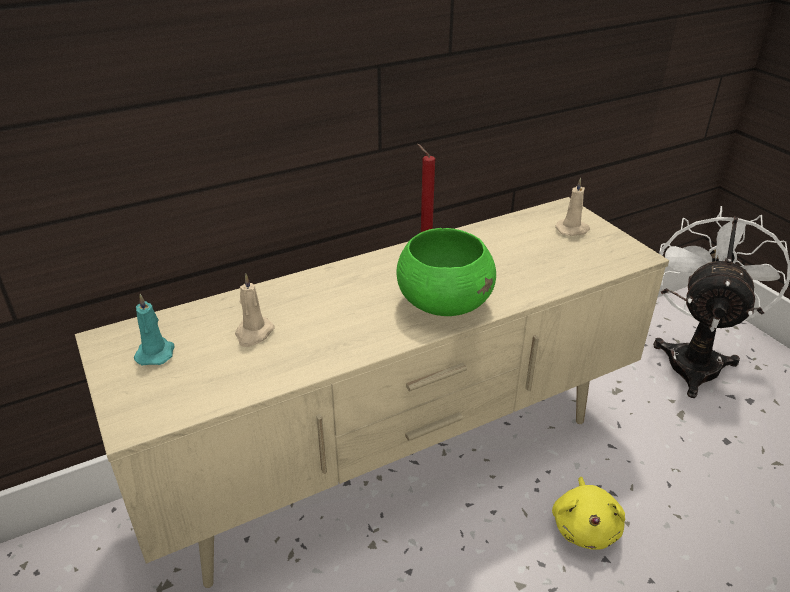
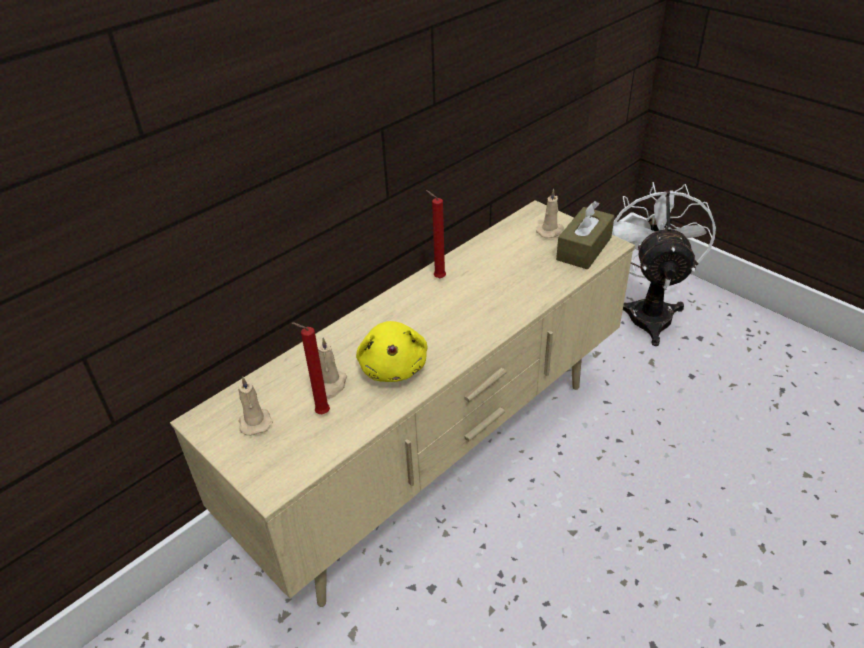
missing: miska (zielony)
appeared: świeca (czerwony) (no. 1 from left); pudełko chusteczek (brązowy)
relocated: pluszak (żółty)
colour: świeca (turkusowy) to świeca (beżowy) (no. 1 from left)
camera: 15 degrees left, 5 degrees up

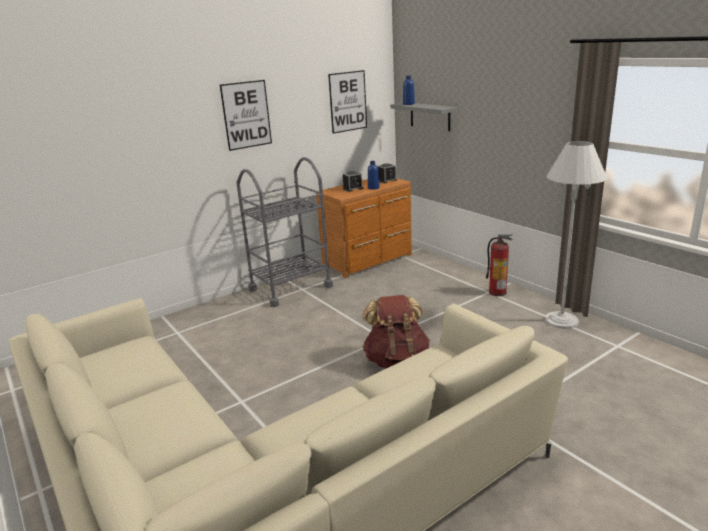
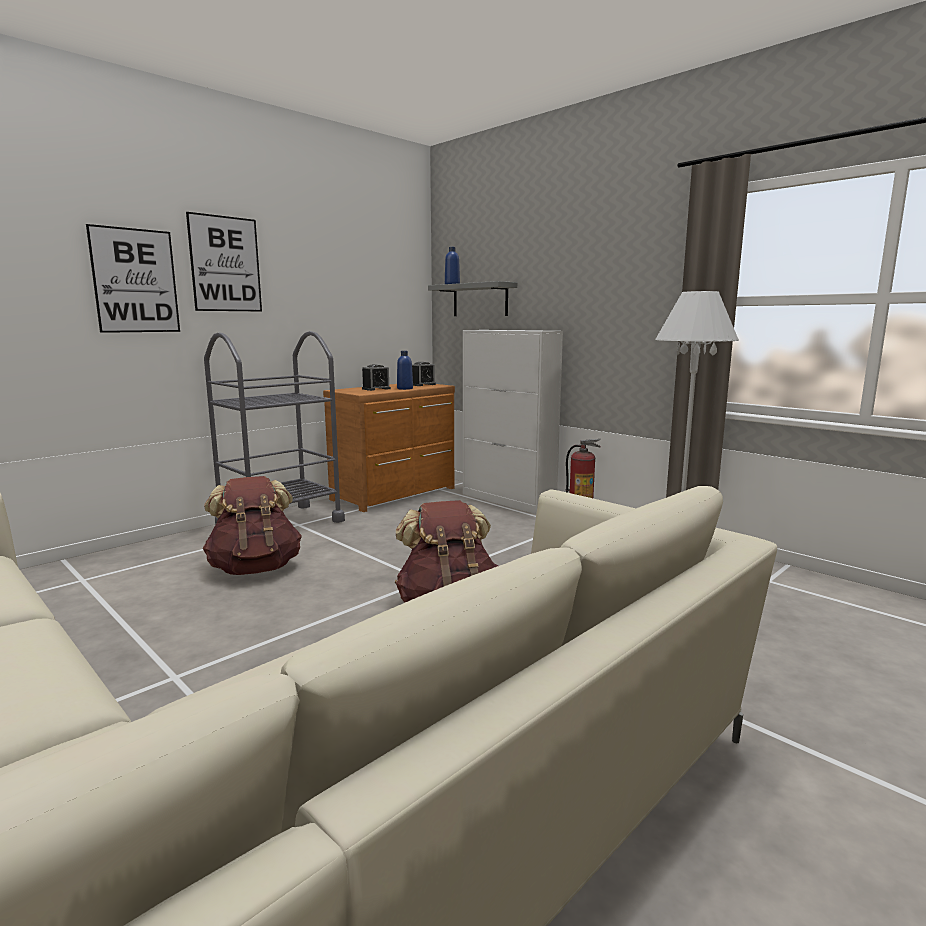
appeared: plecak (brązowy) (no. 1 from left); szafka (biały)
relocated: obraz (no. 2 from left in the first image) to obraz (no. 1 from left)
camera: 10 degrees left, 10 degrees down

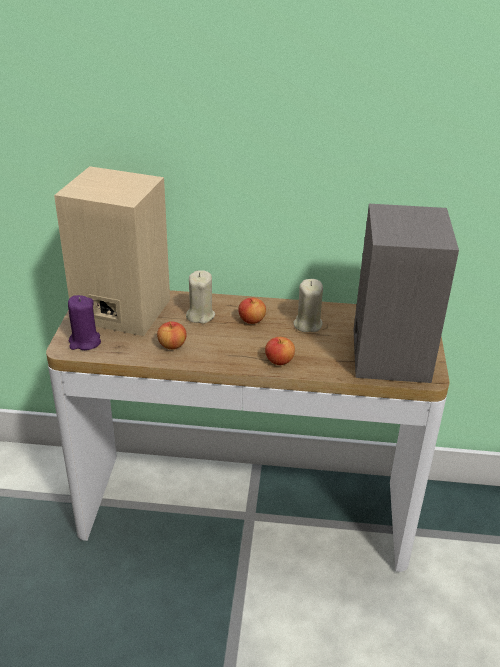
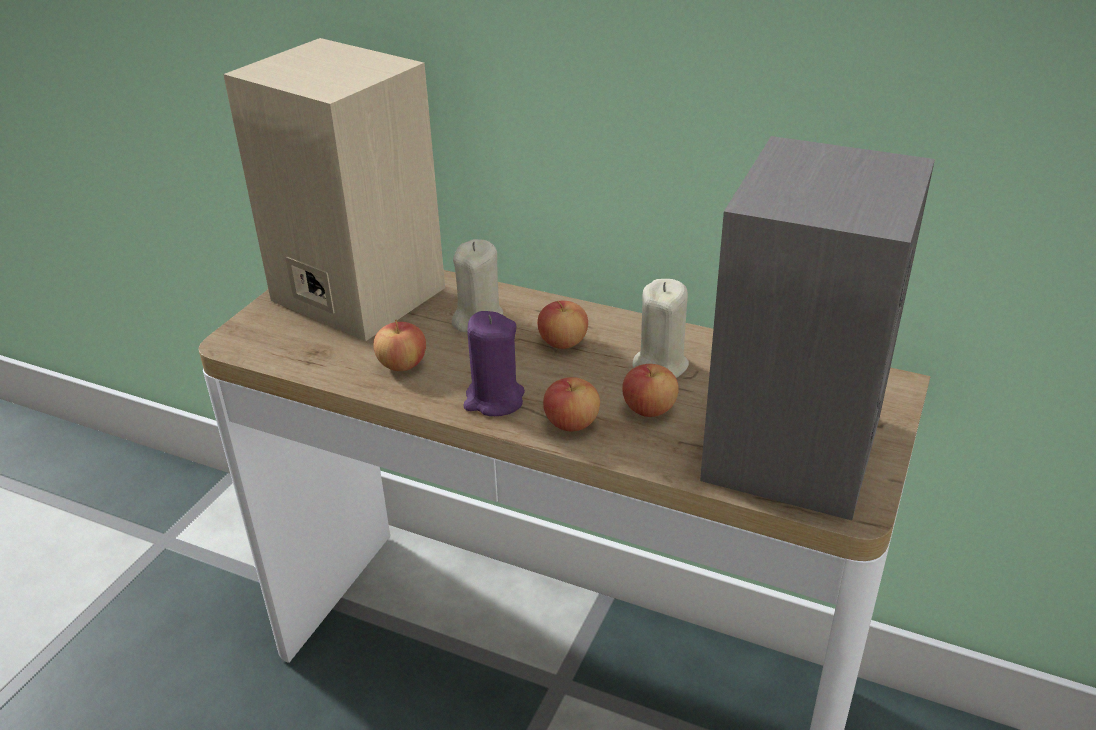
appeared: jabłko (no. 4 from left)
relocated: świeca (fioletowy)
camera: 20 degrees right, 0 degrees up

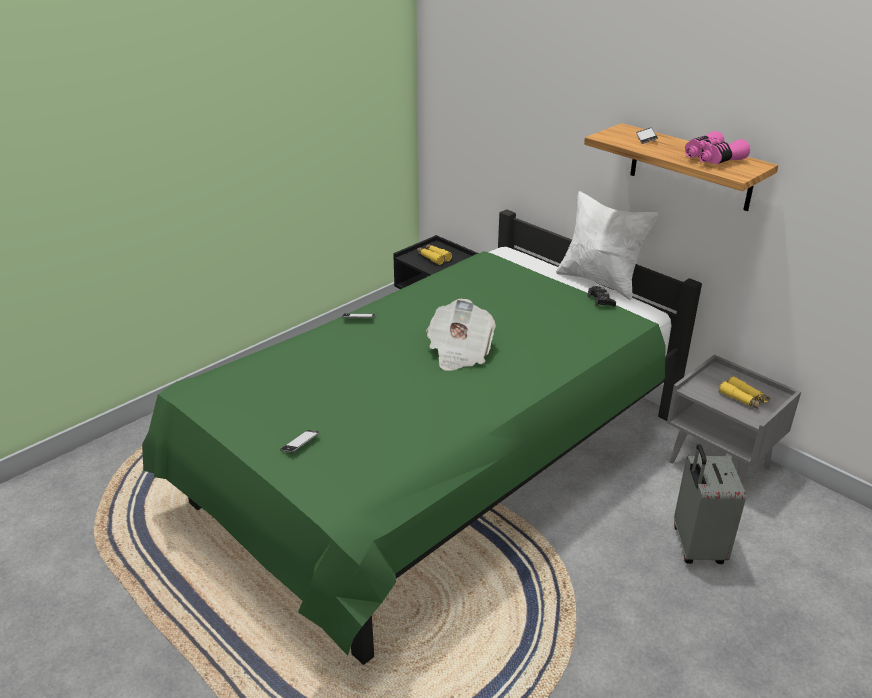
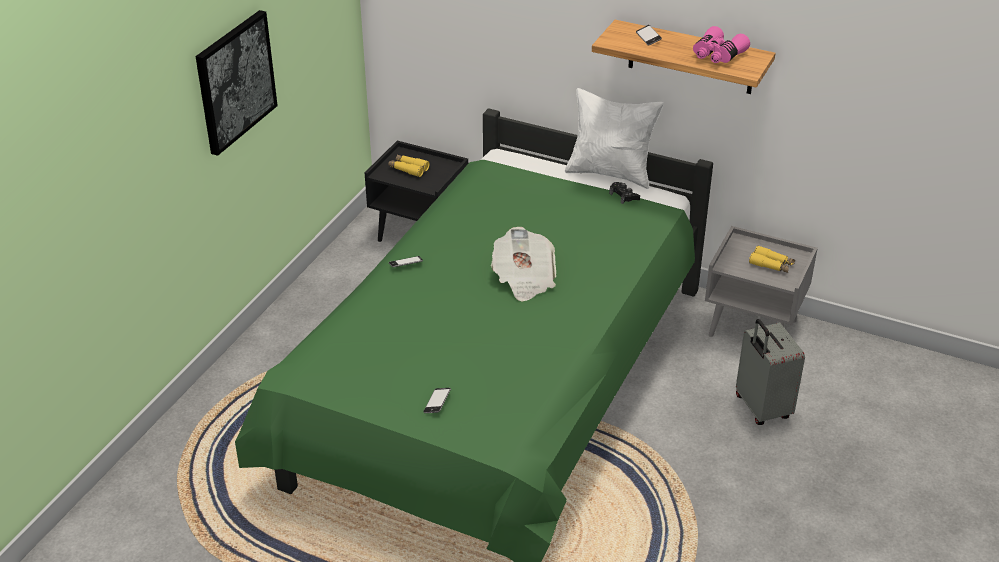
appeared: obraz
camera: 20 degrees left, 5 degrees up

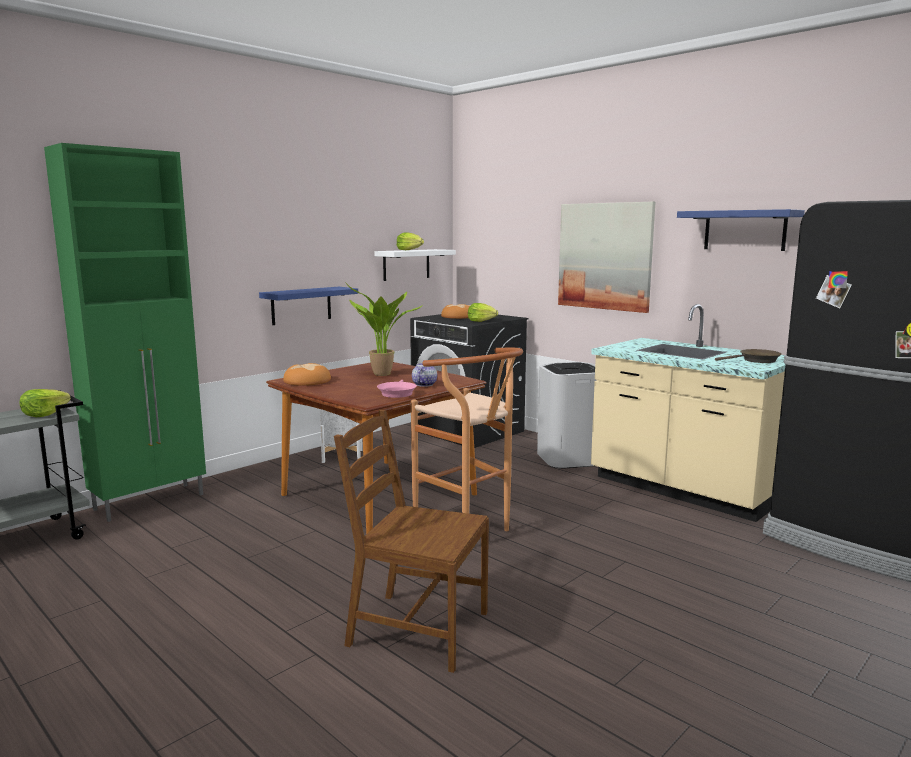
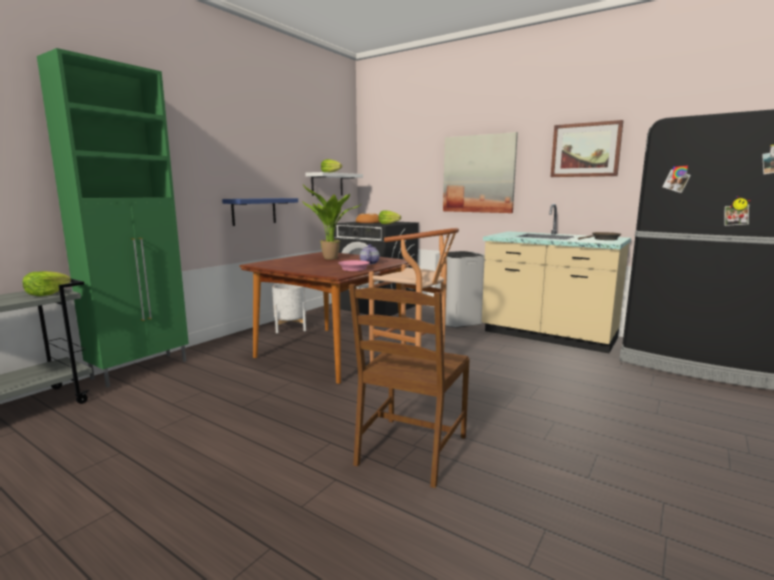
missing: chleb (no. 1 from left)
exchanged: półka (niebieski) (no. 2 from left) to obraz (no. 2 from left)
spun: krzesło (brązowy) 75 degrees counterclockwise
camera: 10 degrees left, 0 degrees up

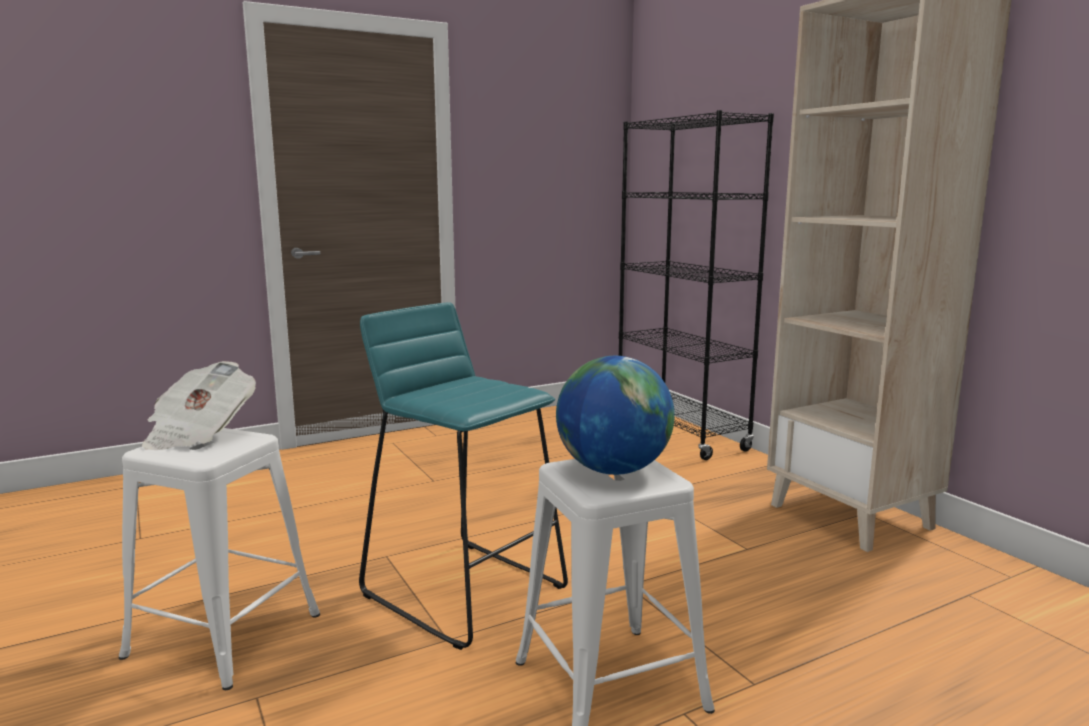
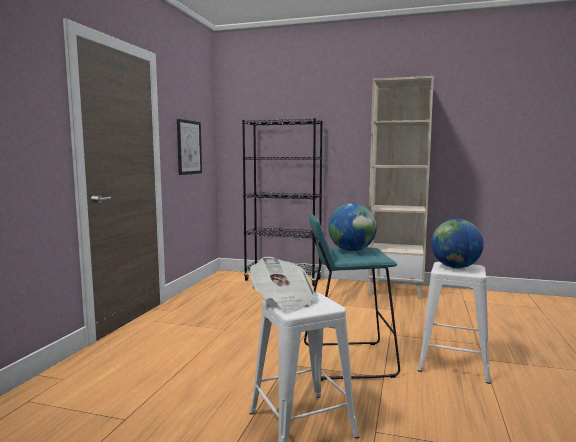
appeared: obraz; globus (no. 1 from left)
camera: 45 degrees left, 5 degrees down

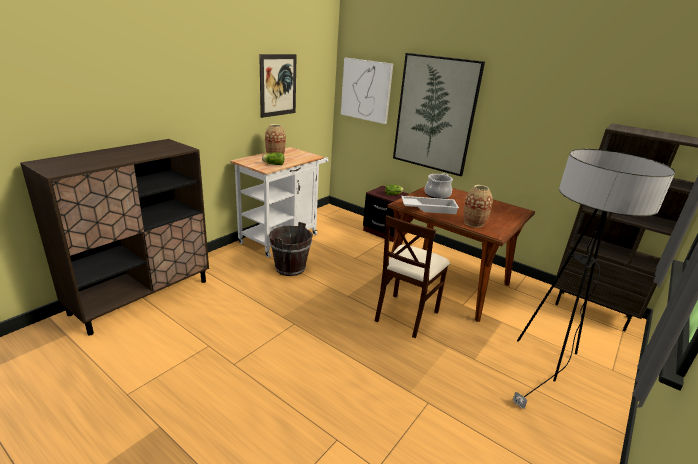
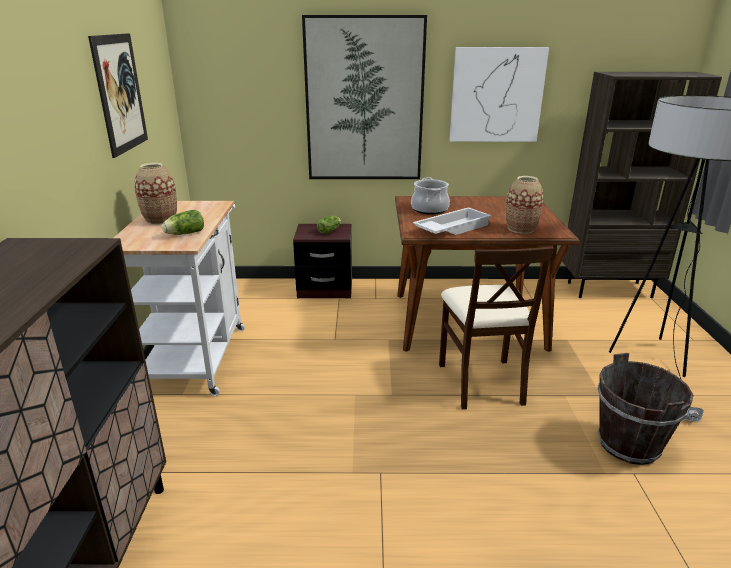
relocated: wiadro (brązowy); obraz (no. 2 from left in the first image) to obraz (no. 3 from left)
camera: 35 degrees left, 0 degrees up

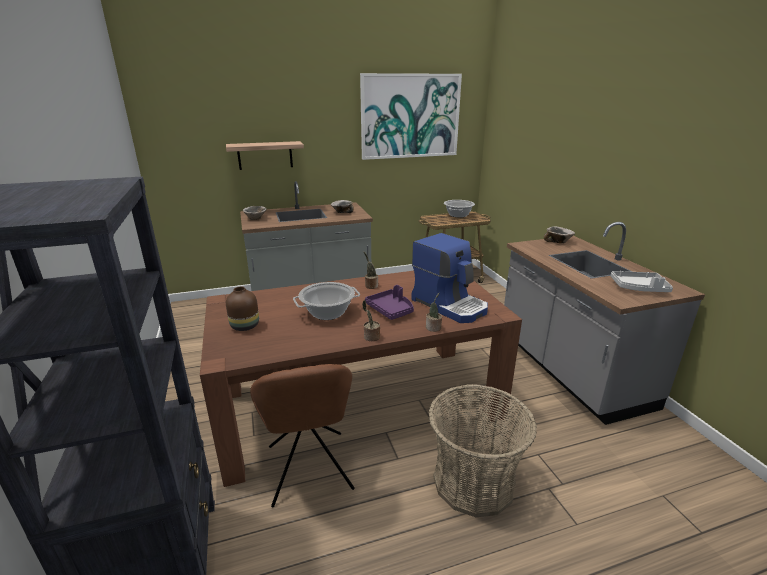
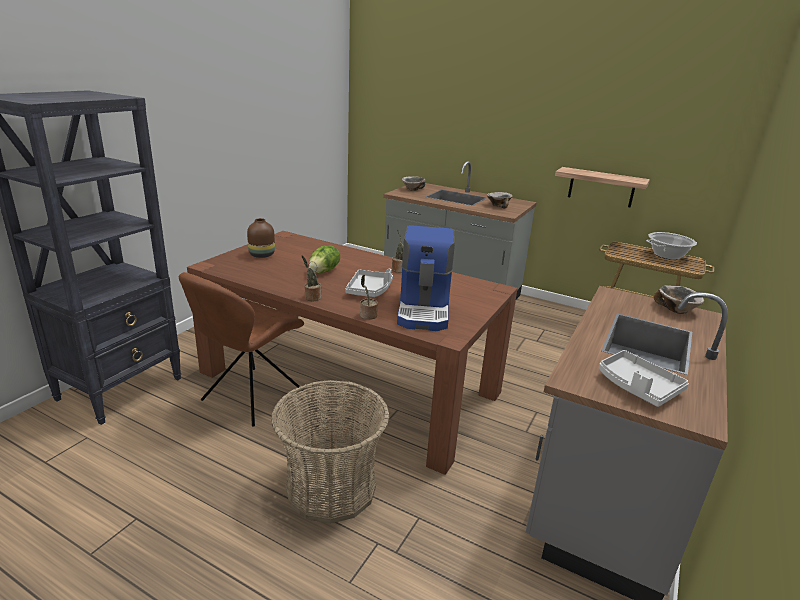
missing: obraz
relocated: półka
exchanged: garnek (no. 1 from left) to sałata
colour: taca (fioletowy) to taca (szary) (no. 1 from left)
camera: 45 degrees right, 0 degrees up

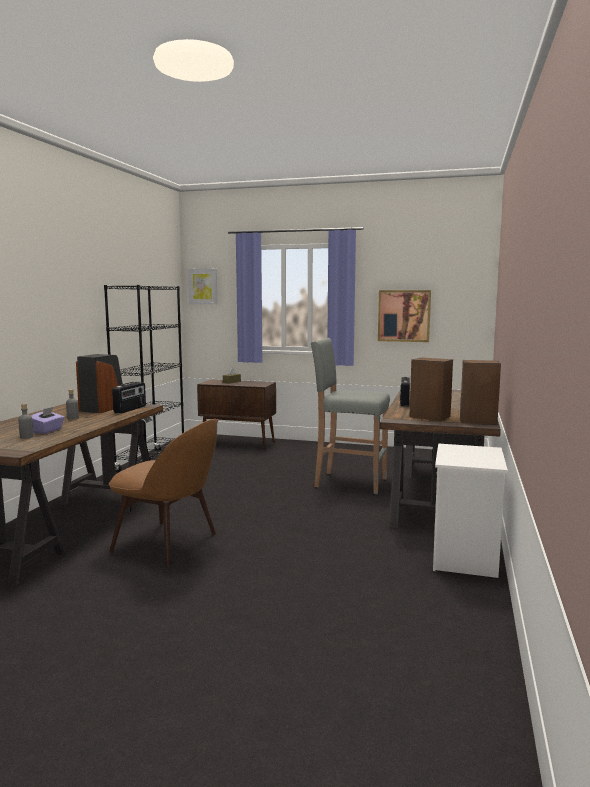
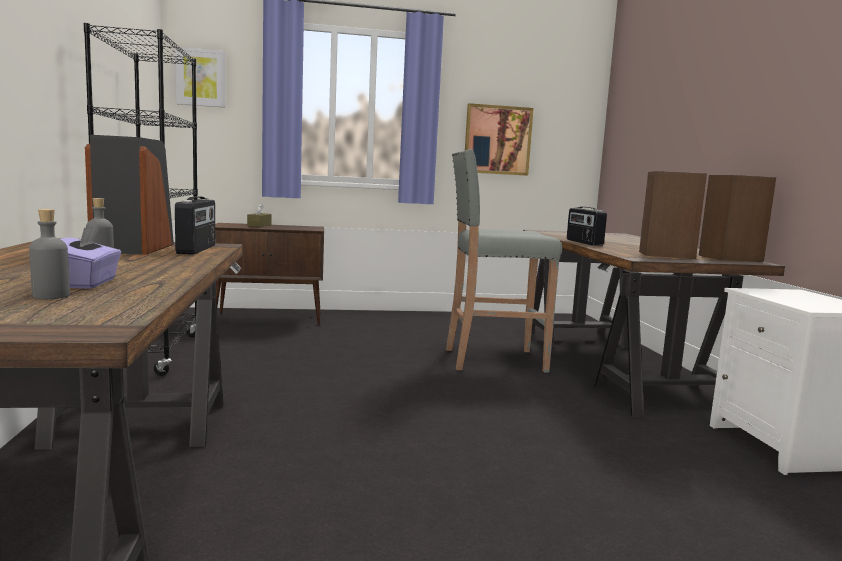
missing: krzesło (brązowy)
camera: 25 degrees left, 0 degrees up

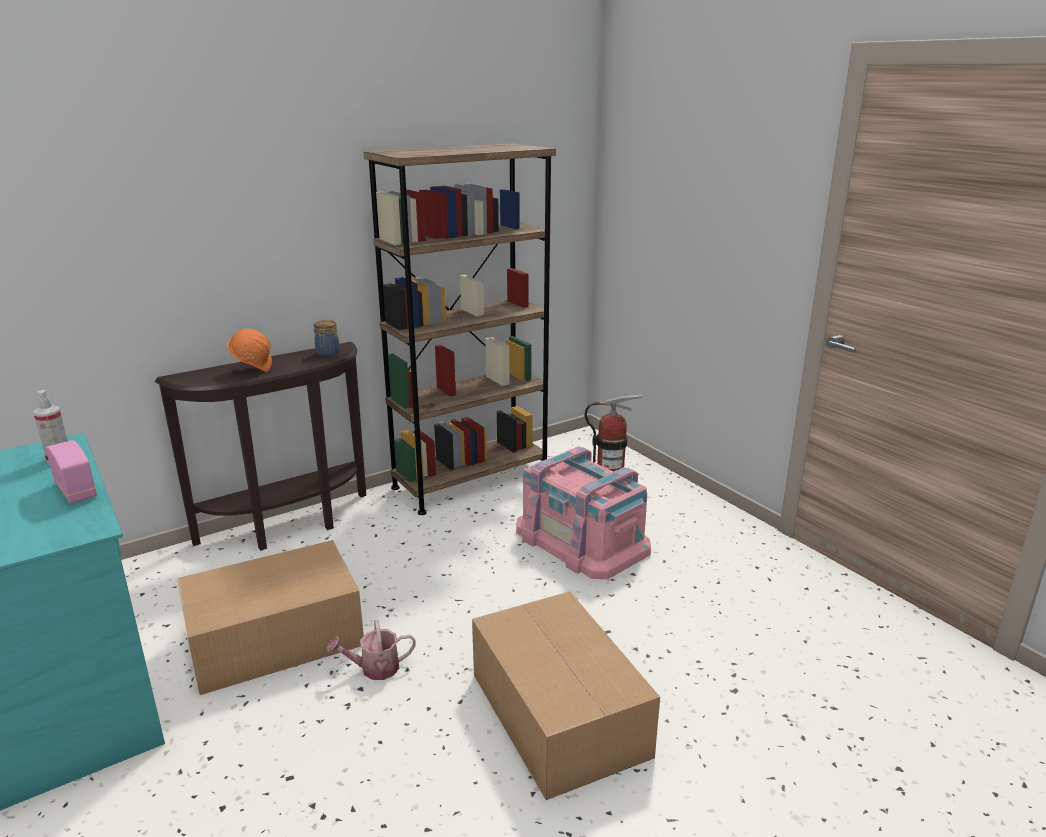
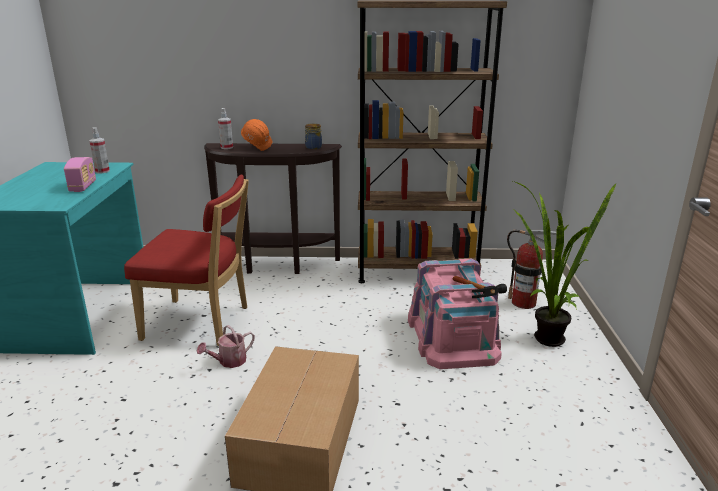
appeared: spryskiwacz (no. 2 from left); młotek; roślina doniczkowa
exchanged: karton (no. 1 from left) to krzesło (czerwony)
spun: konewka 60 degrees counterclockwise
camera: 35 degrees right, 0 degrees up

